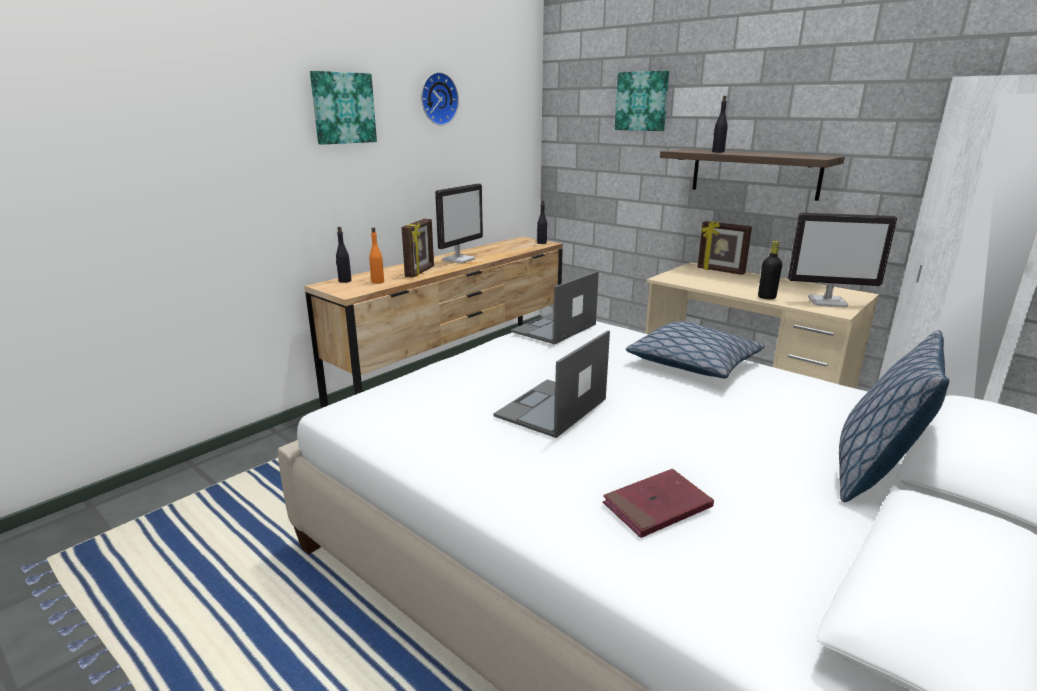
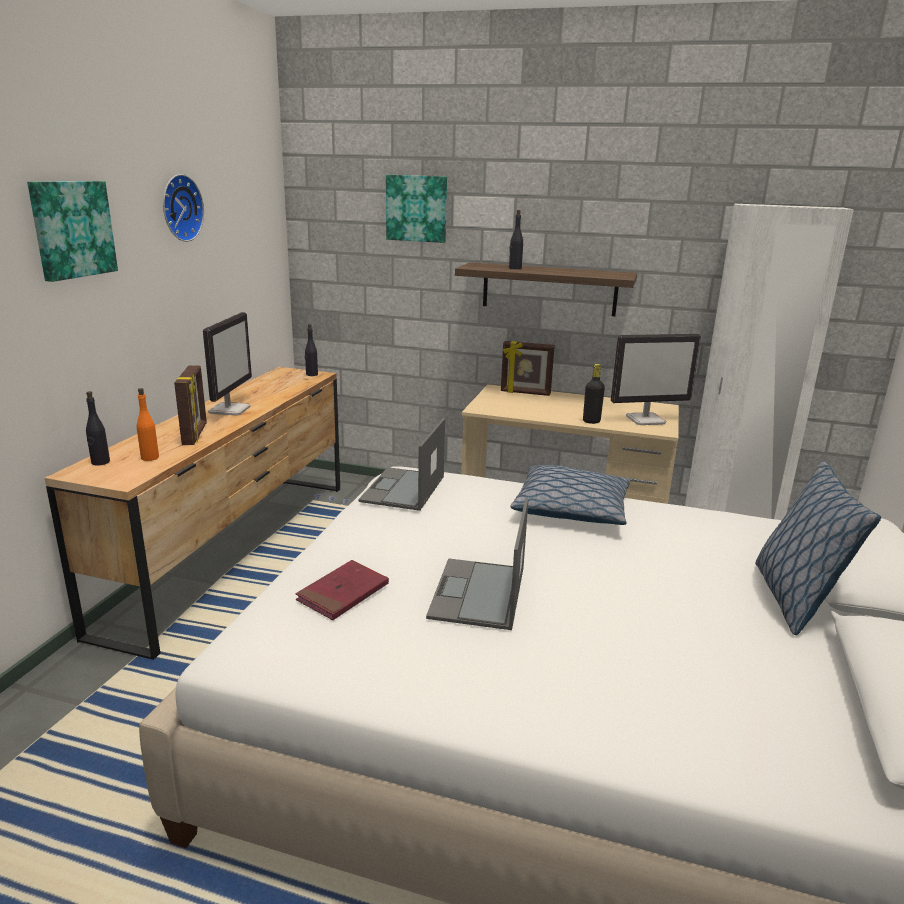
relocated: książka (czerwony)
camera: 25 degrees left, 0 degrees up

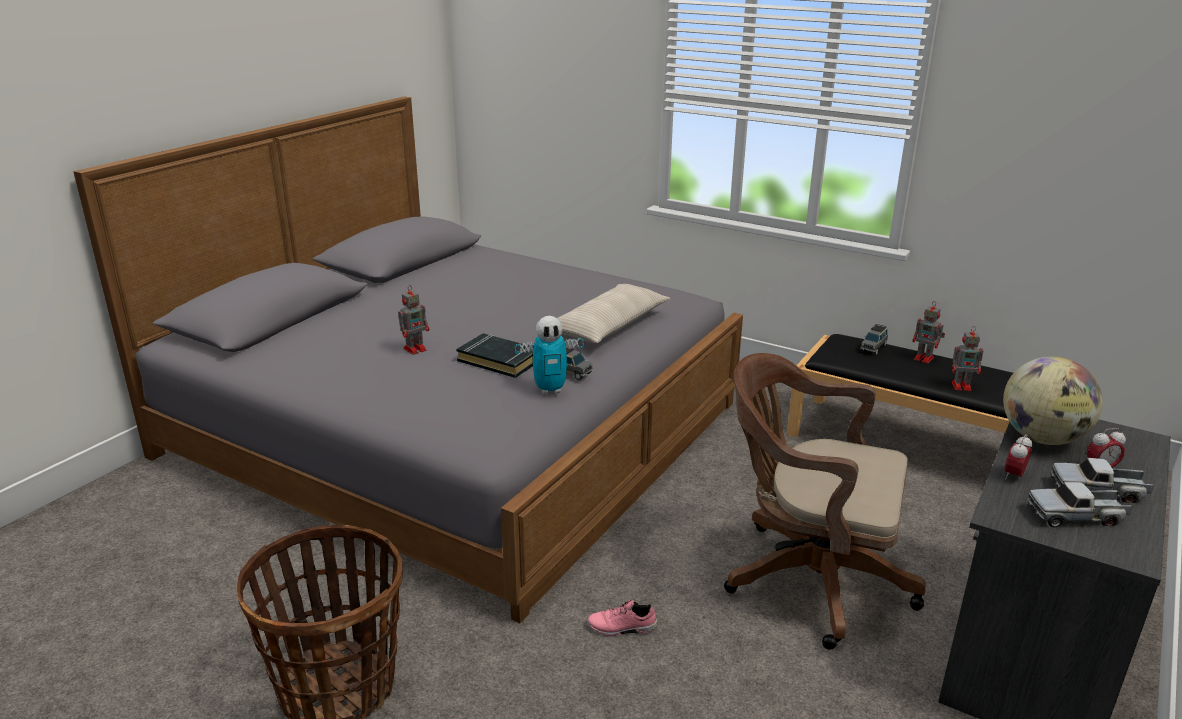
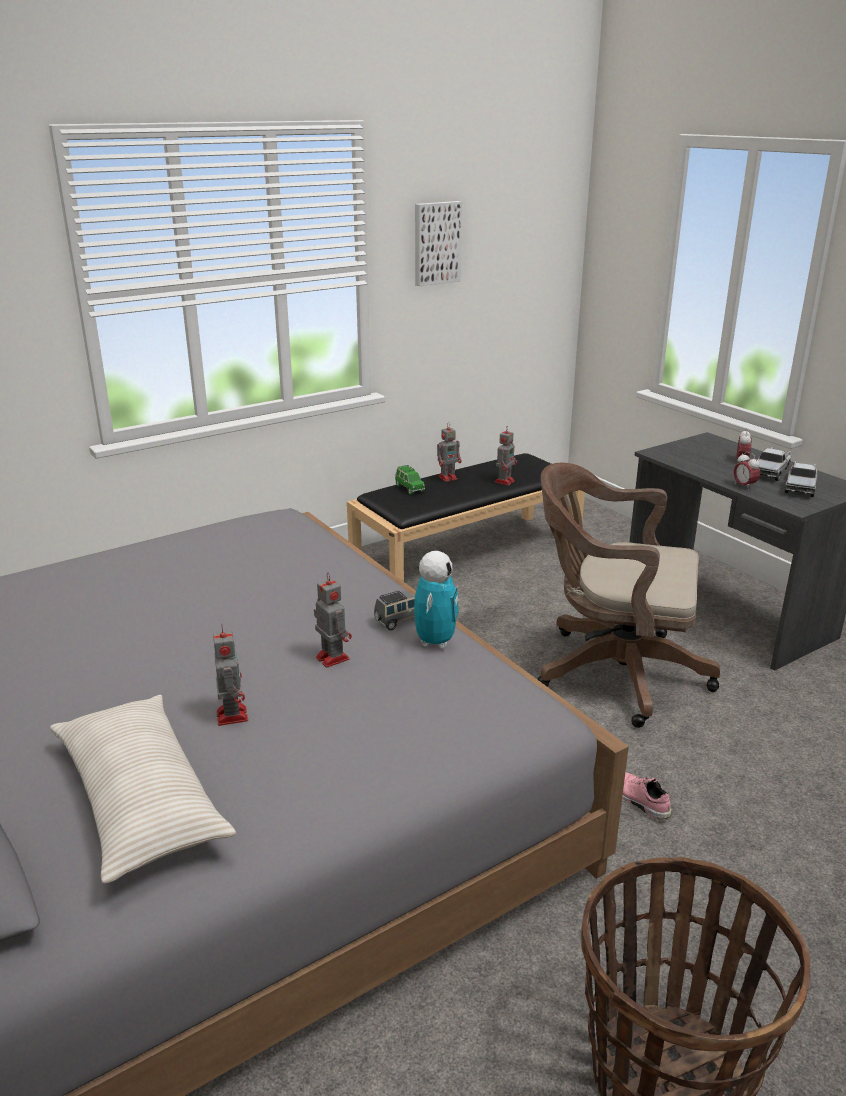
missing: globus
appeared: obraz
relocated: poduszka (beżowy)
exchanged: książka (czarny) to robot zabawkowy (no. 2 from left)
colour: samochodzik (szary) (no. 2 from left) to samochodzik (zielony)
spun: but (różowy) 120 degrees clockwise; krzesło biurowe (brązowy) 60 degrees clockwise
camera: 65 degrees left, 0 degrees up

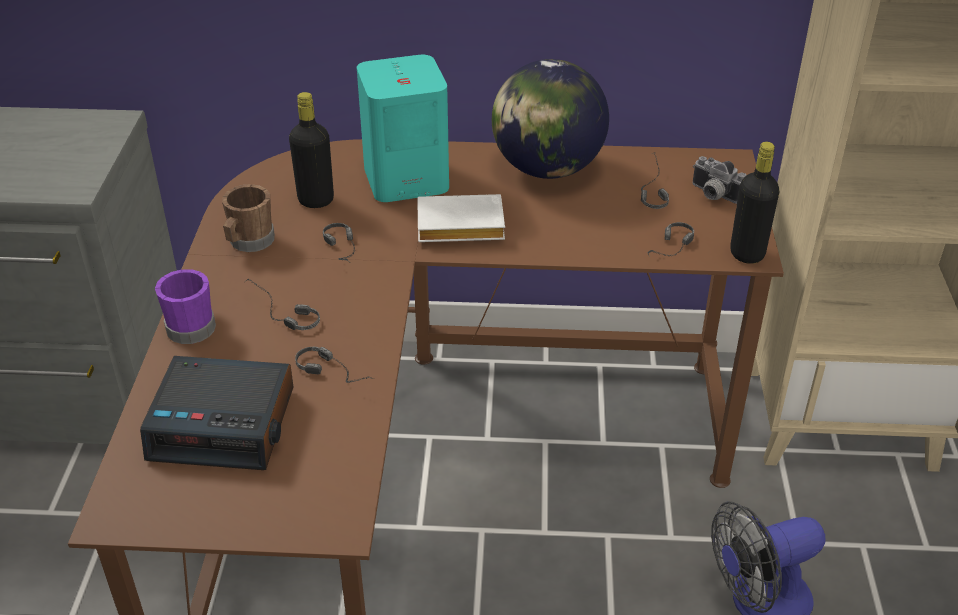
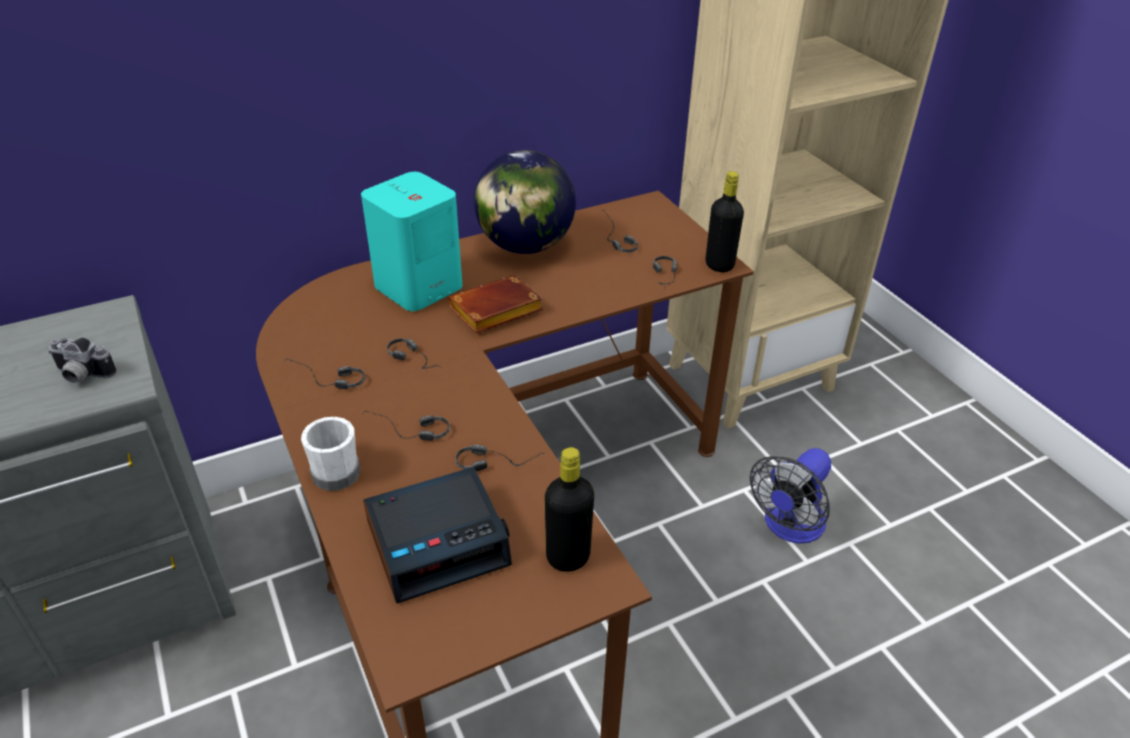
relocated: butelka (czarny) (no. 1 from left); aparat fotograficzny
exchanged: kubek (brązowy) to słuchawki (no. 1 from left)
colour: kubek (fioletowy) to kubek (biały); książka (biały) to książka (brązowy)
camera: 30 degrees left, 0 degrees up

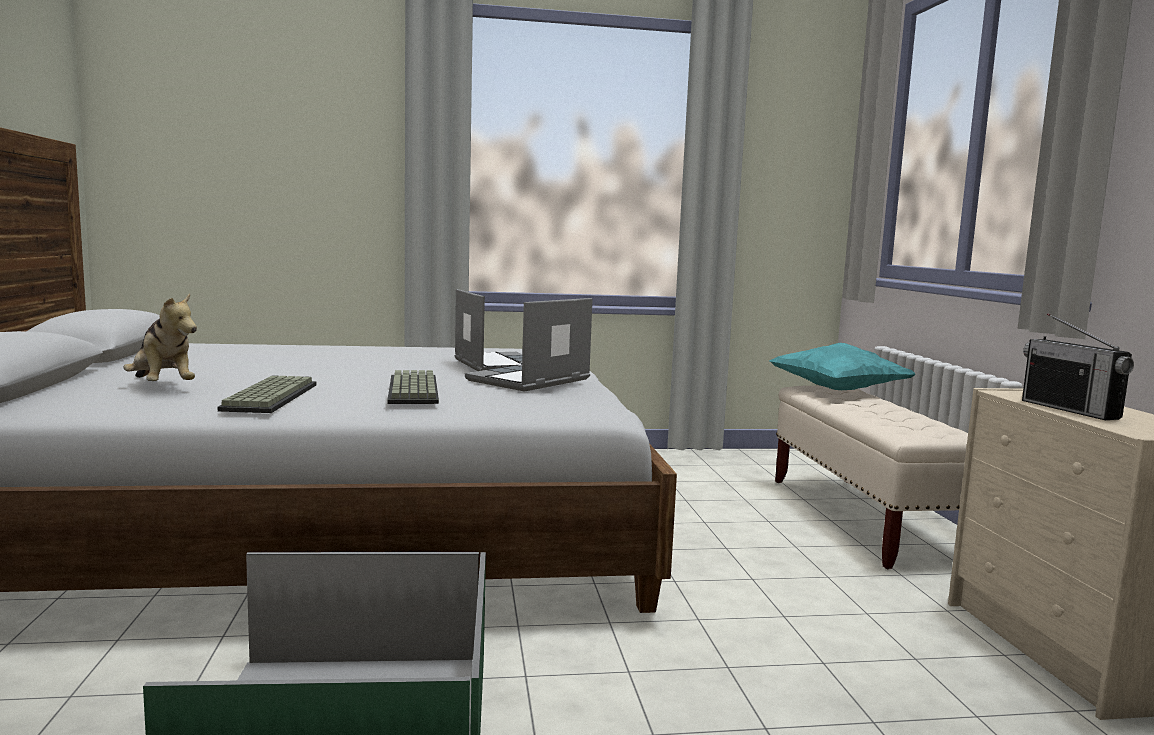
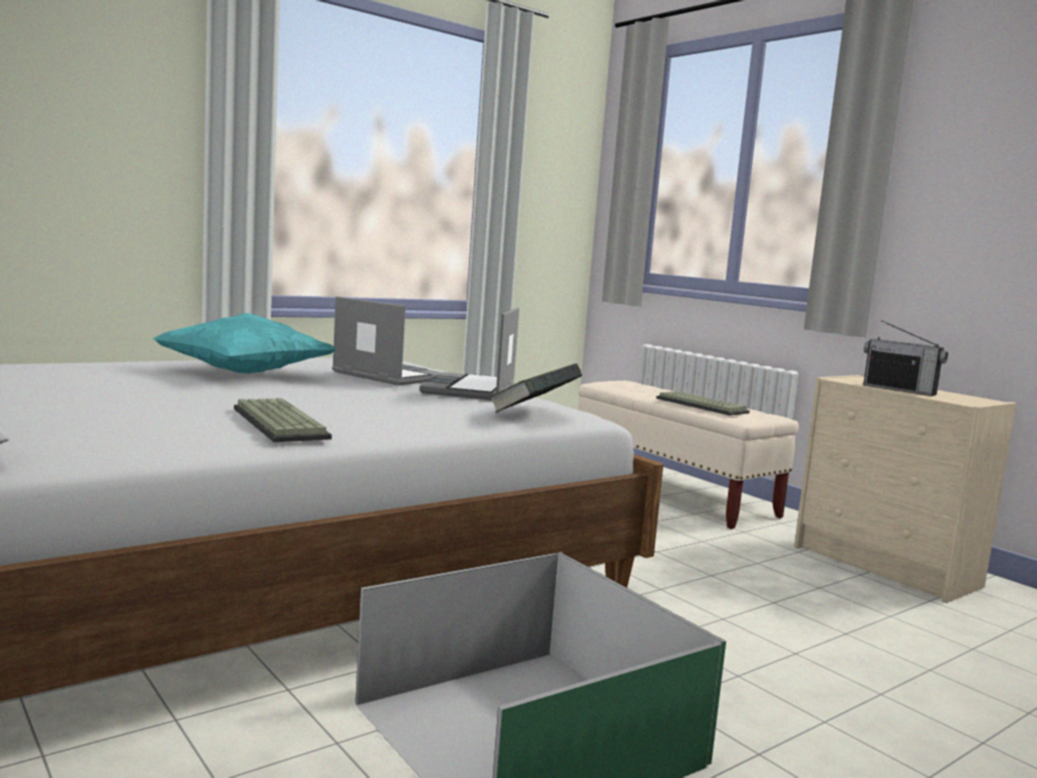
missing: pluszak
appeared: książka
relocated: klawiatura (no. 2 from left); poduszka (turkusowy)
camera: 30 degrees left, 0 degrees up

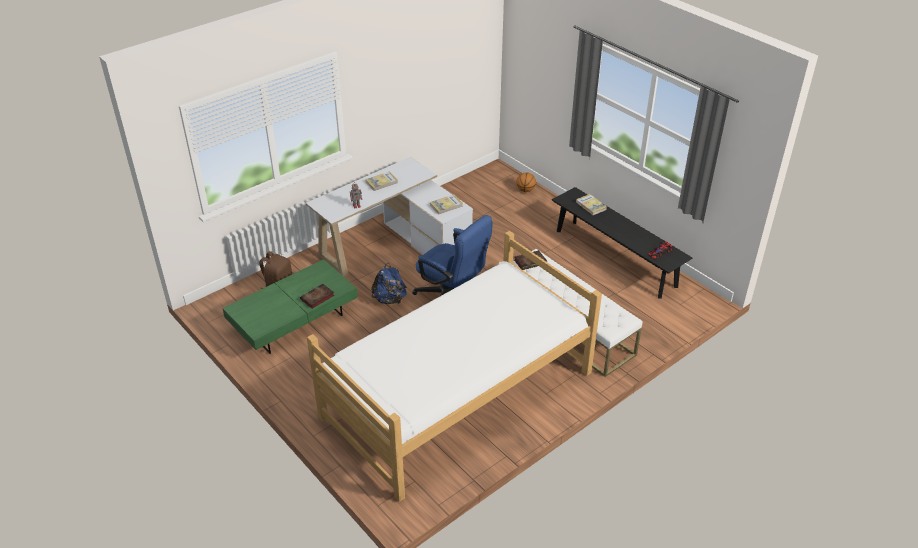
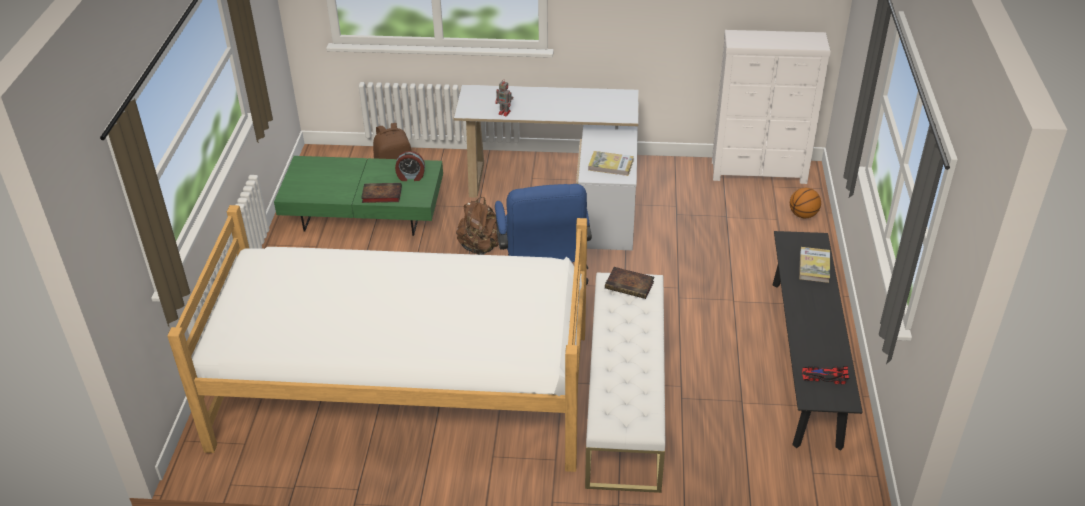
missing: książka (no. 2 from left)
appeared: budzik; komoda (biały)
colour: plecak (niebieski) to plecak (brązowy) (no. 2 from left)
camera: 45 degrees right, 0 degrees up

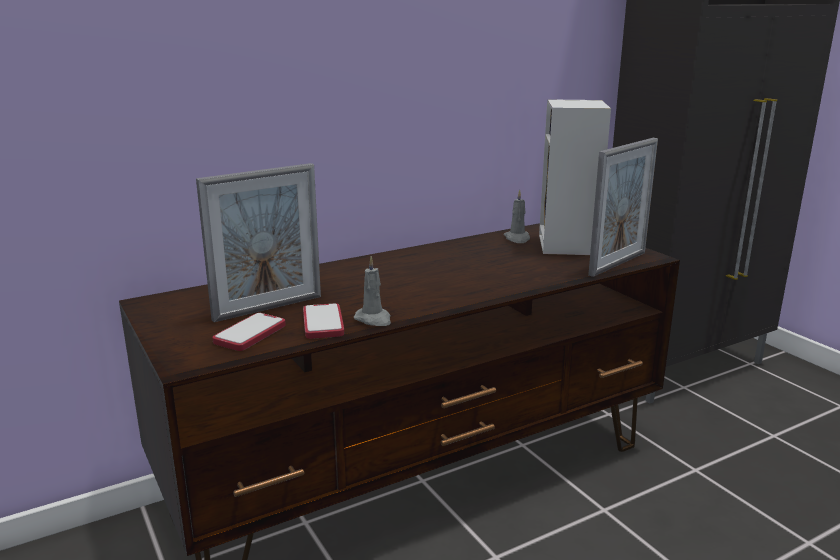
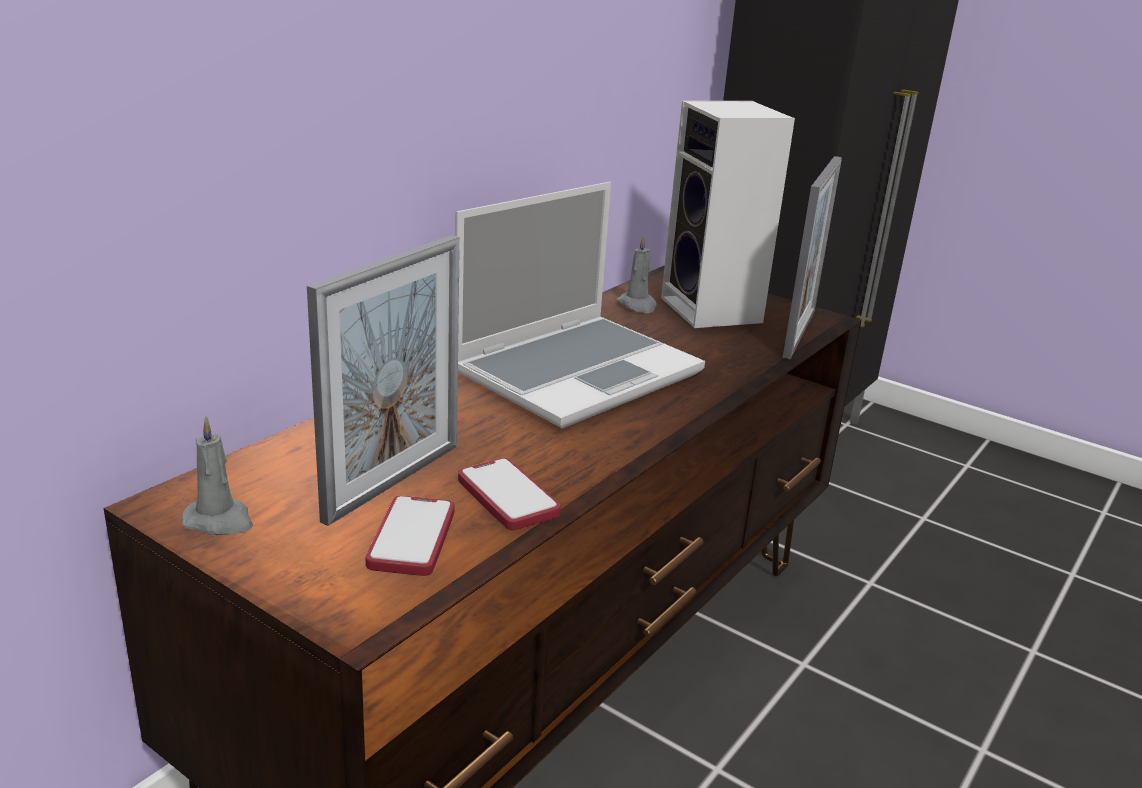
appeared: laptop
relocated: świeca (szary) (no. 1 from left)
camera: 25 degrees left, 5 degrees up

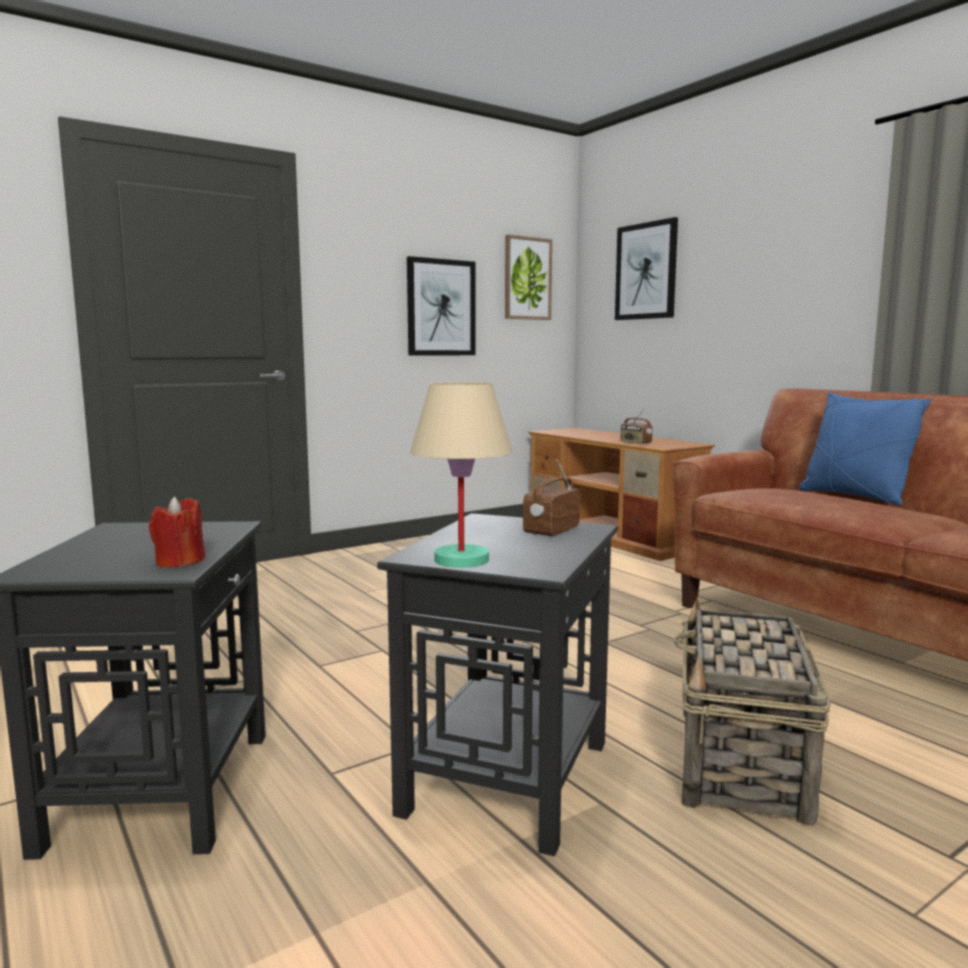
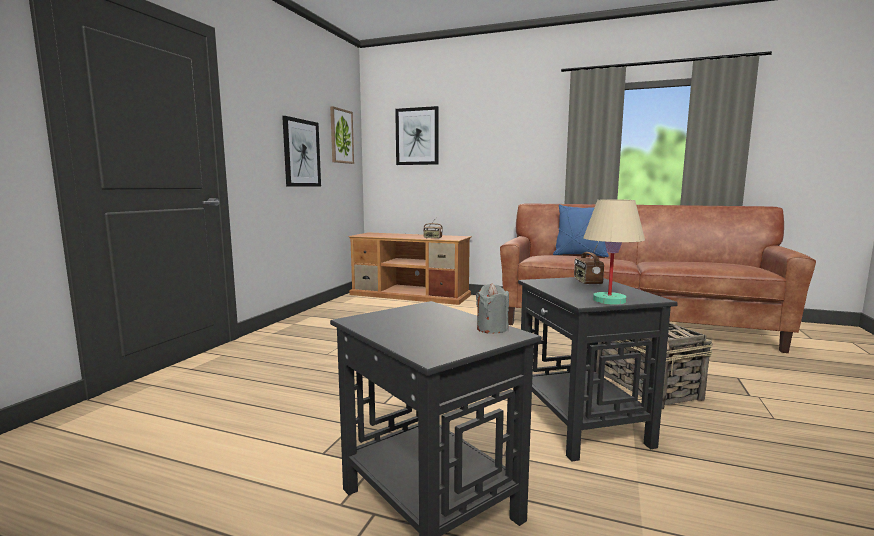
colour: świeca (czerwony) to świeca (szary)
camera: 35 degrees left, 0 degrees up

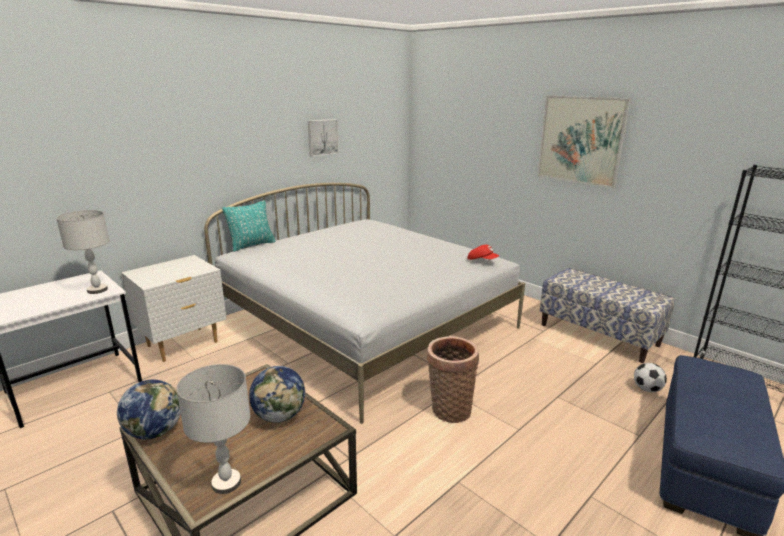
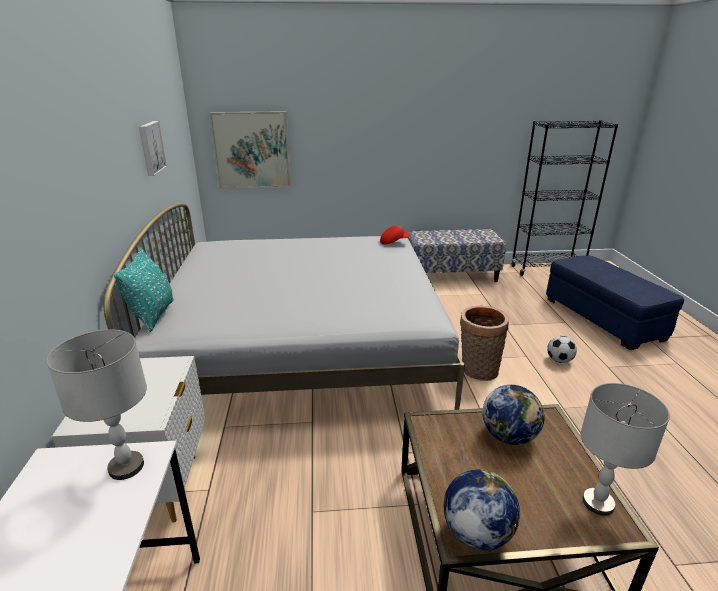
relocated: obraz (no. 2 from left); piłka futbolowa
camera: 50 degrees left, 5 degrees up

